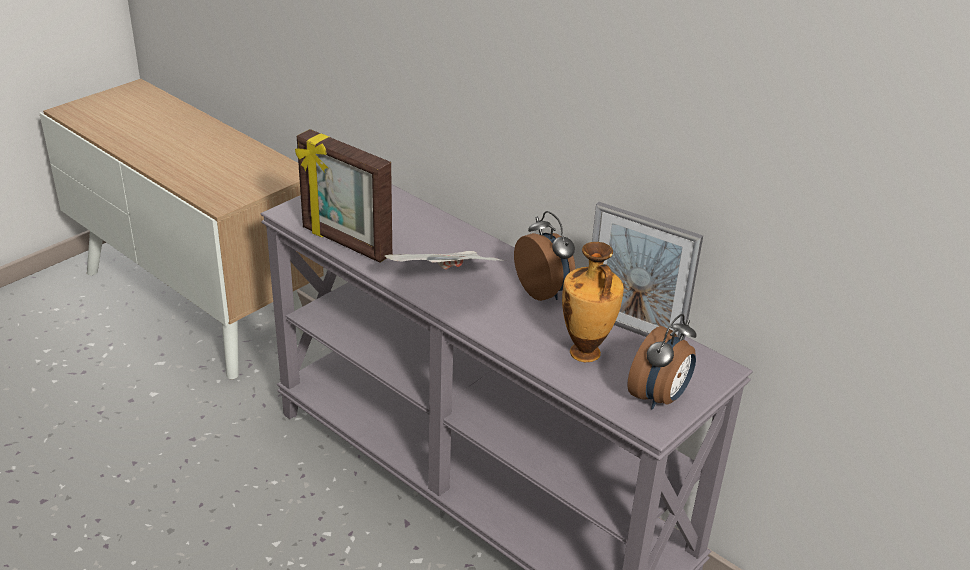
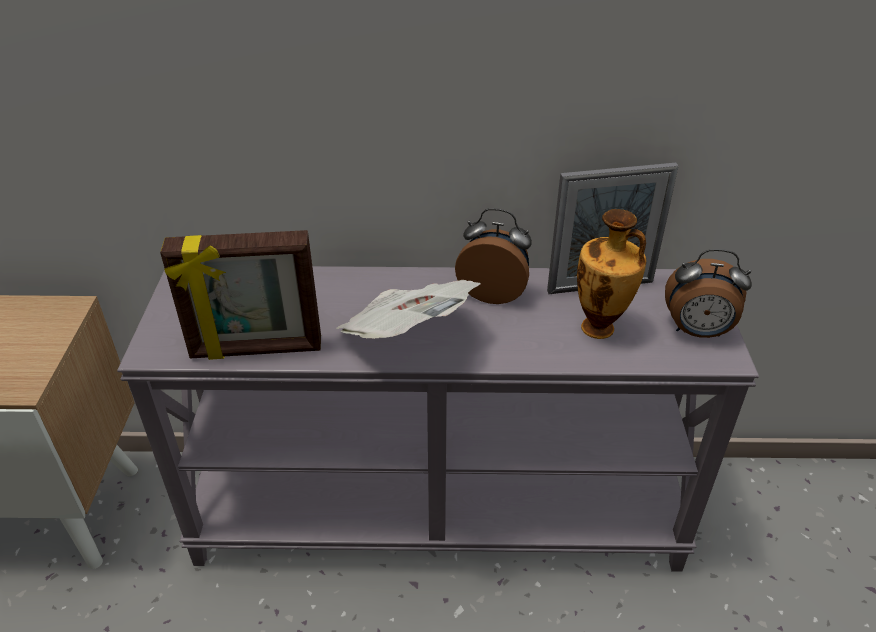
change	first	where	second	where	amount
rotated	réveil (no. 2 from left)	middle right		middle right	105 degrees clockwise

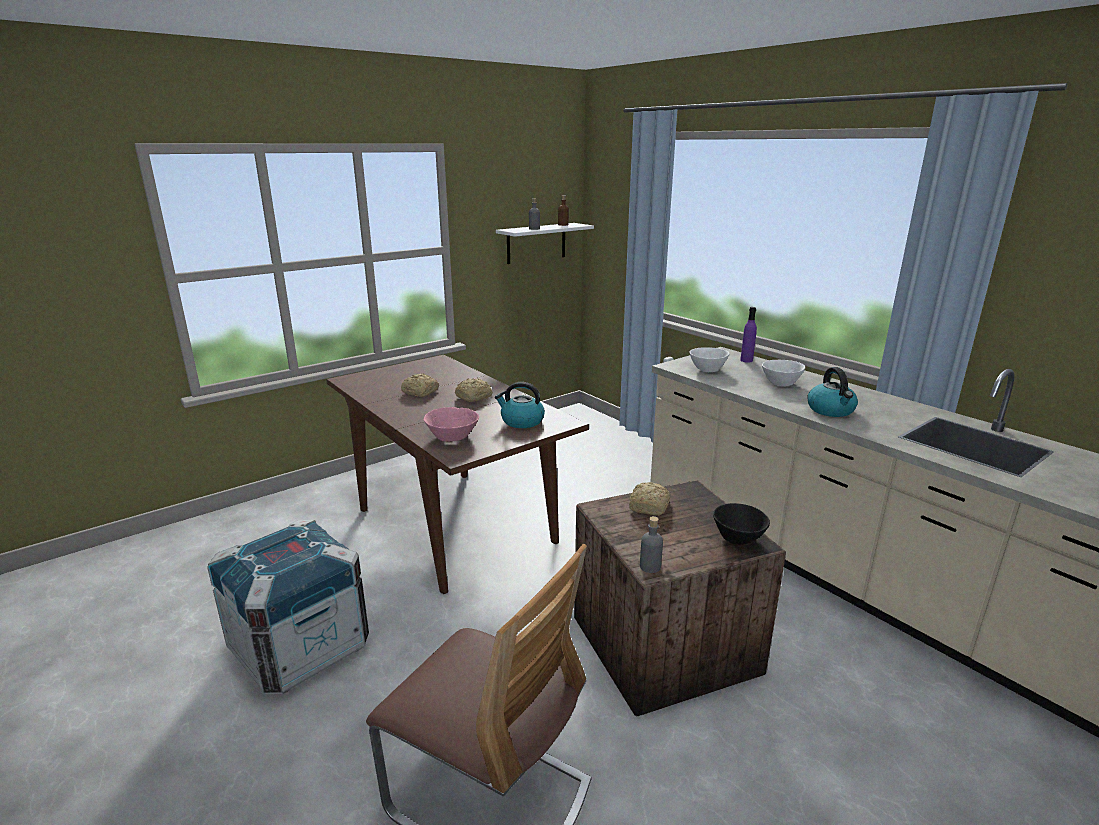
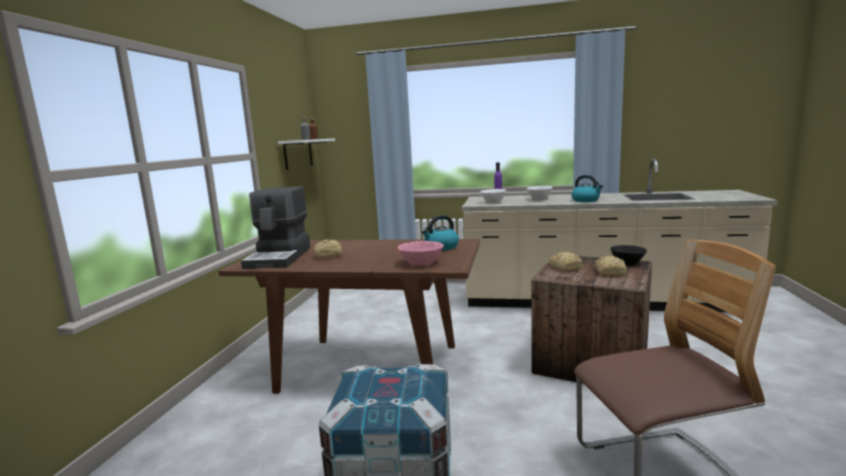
change	first	where	second	where	amount
gone	bouteille (gris) (no. 2 from left)	centre			
new			machine à café	middle left	
shifted	pain (no. 2 from left in the first image)	centre	pain (no. 3 from left)	middle right	

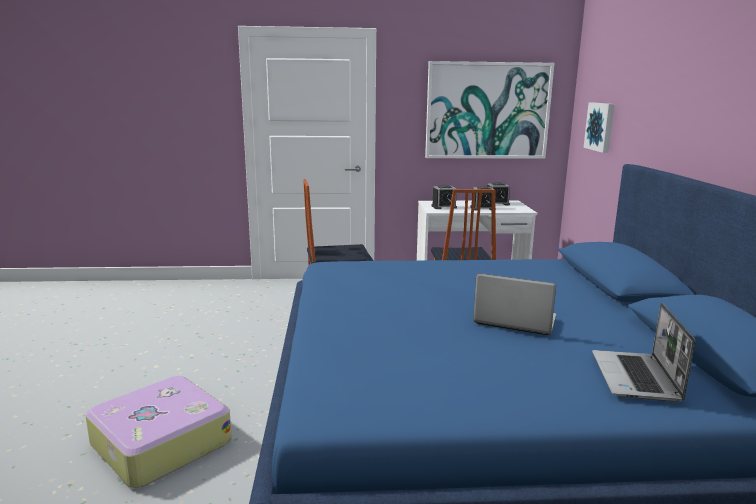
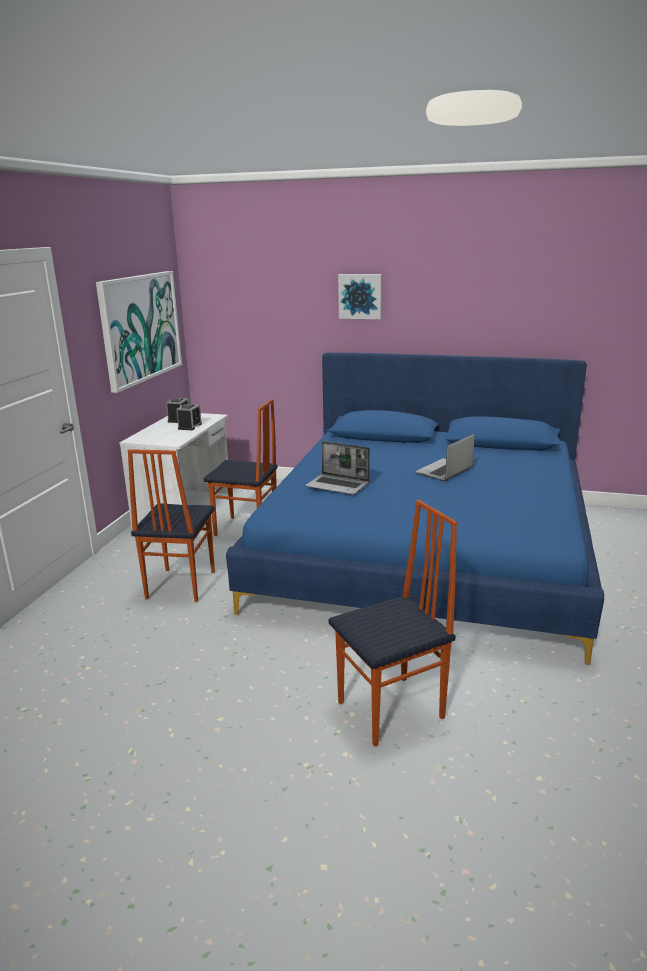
change	first	where	second	where	amount
gone	réveil (no. 1 from left)	centre			
shifted	tableau (no. 2 from left)	top right		top centre	
shifted	ordinateur portable (no. 2 from left in the first image)	bottom right	ordinateur portable (no. 1 from left)	centre	
swapped	valise	bottom left	chaise (no. 3 from left)	centre	

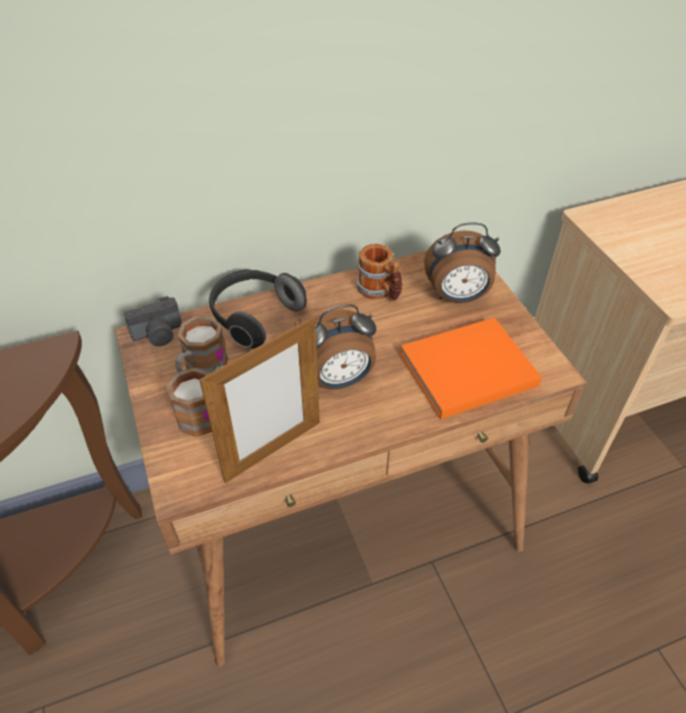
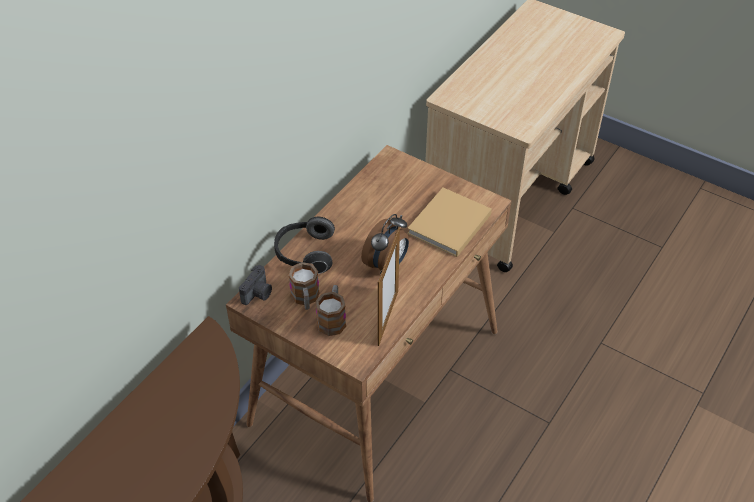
change	first	where	second	where	amount
gone	mug (no. 3 from left)	centre			
gone	réveil (no. 2 from left)	middle right			
repainted	livre (orange)	middle right	livre (beige)	centre	

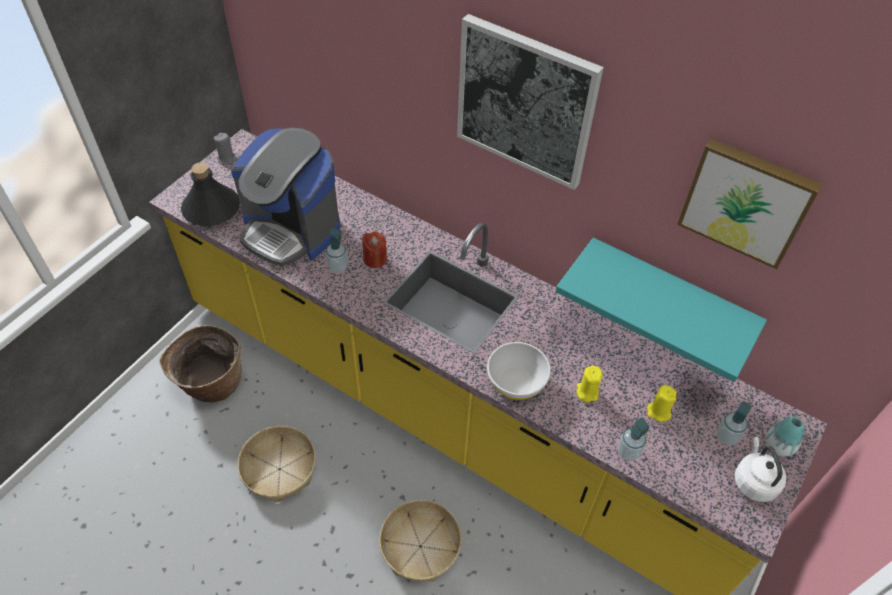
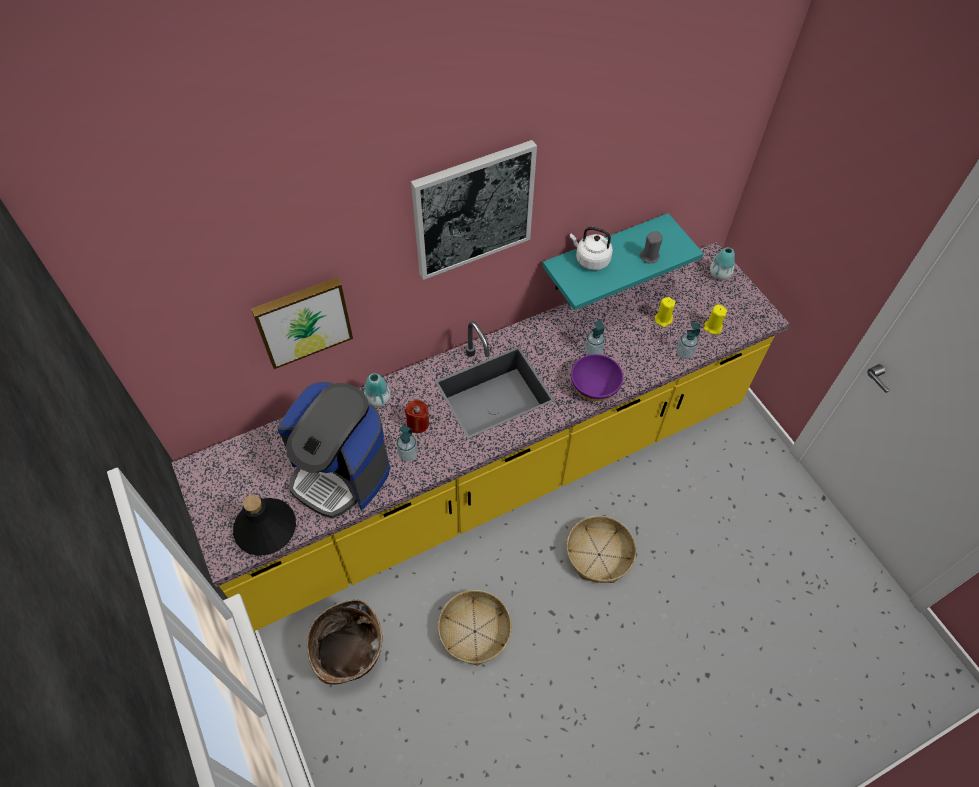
change	first	where	second	where	amount
new			vase (no. 1 from left)	centre	
shifted	bougie (gris)	top left		top centre	
shifted	bougie (jaune) (no. 1 from left in the first image)	centre	bougie (jaune) (no. 2 from left)	middle right	
shifted	tableau (no. 2 from left in the first image)	middle right	tableau (no. 1 from left)	middle left	
shifted	distributeur de savon (no. 3 from left in the first image)	bottom right	distributeur de savon (no. 2 from left)	centre	
shifted	bouilloire (blanc)	bottom right		top centre	
repainted	bol (blanc)	centre	bol (violet)	centre	
rotated	machine à café	top left		centre	60 degrees clockwise

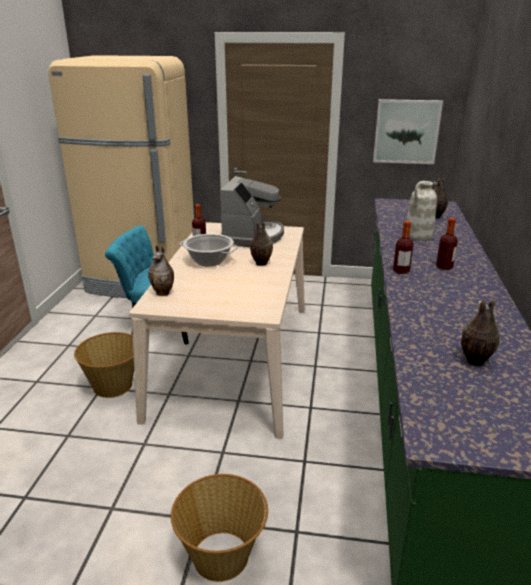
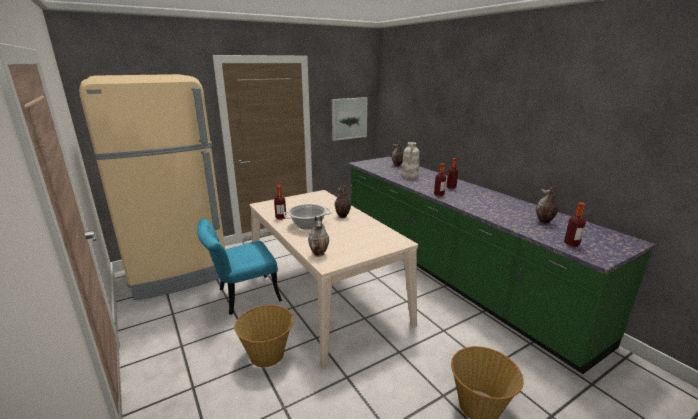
change	first	where	second	where	amount
gone	machine à café	centre			
new			bouteille (no. 4 from left)	middle right	

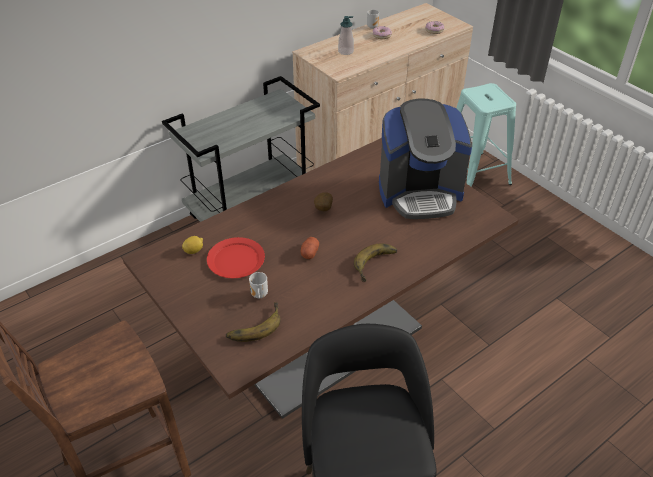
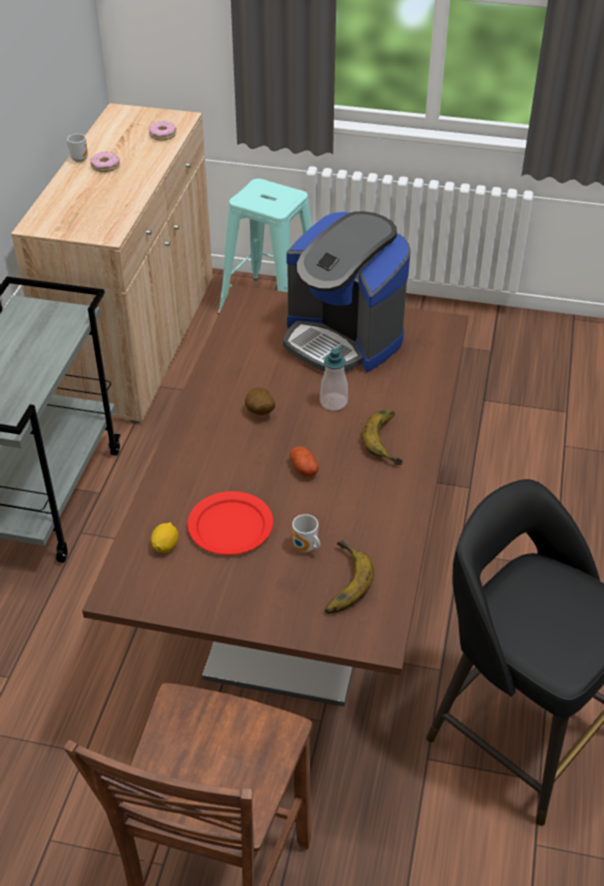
change	first	where	second	where	amount
shifted	distributeur de savon	top centre		centre	
rotated	machine à café	centre		top centre	90 degrees clockwise

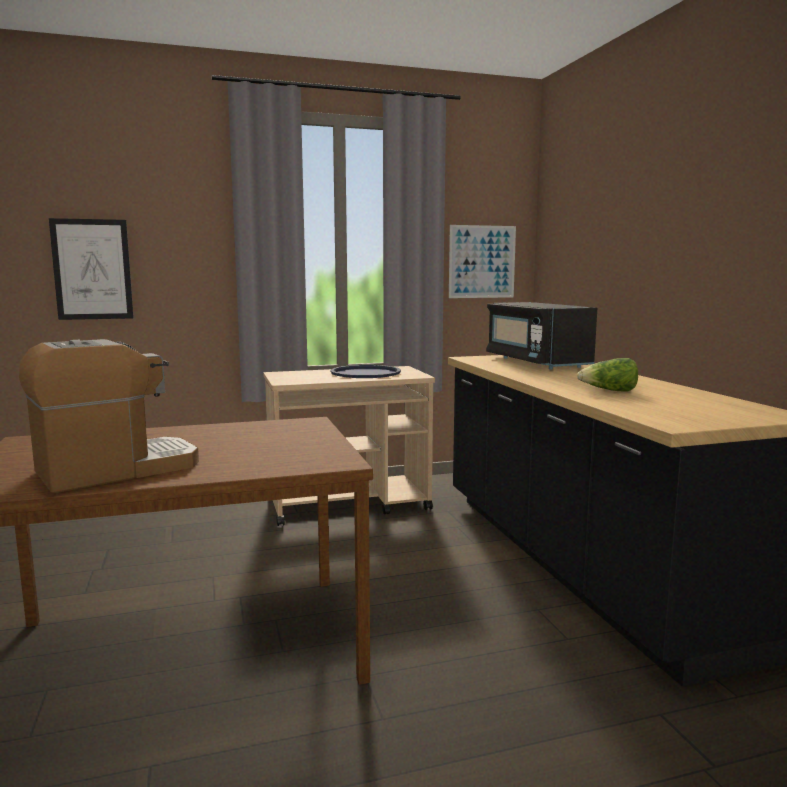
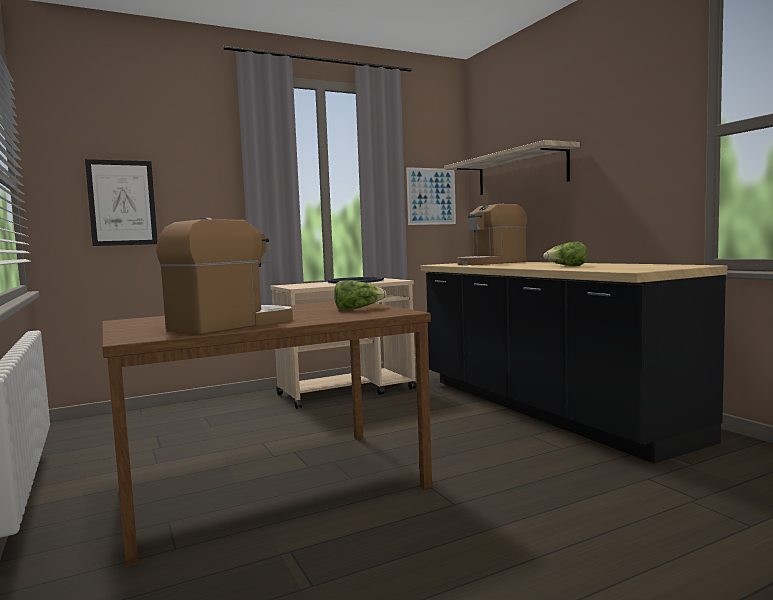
change	first	where	second	where	amount
new			laitue (no. 1 from left)	centre	
new			étagère	top centre	
swapped	micro-ondes (noir)	middle right	machine à café (no. 2 from left)	centre	

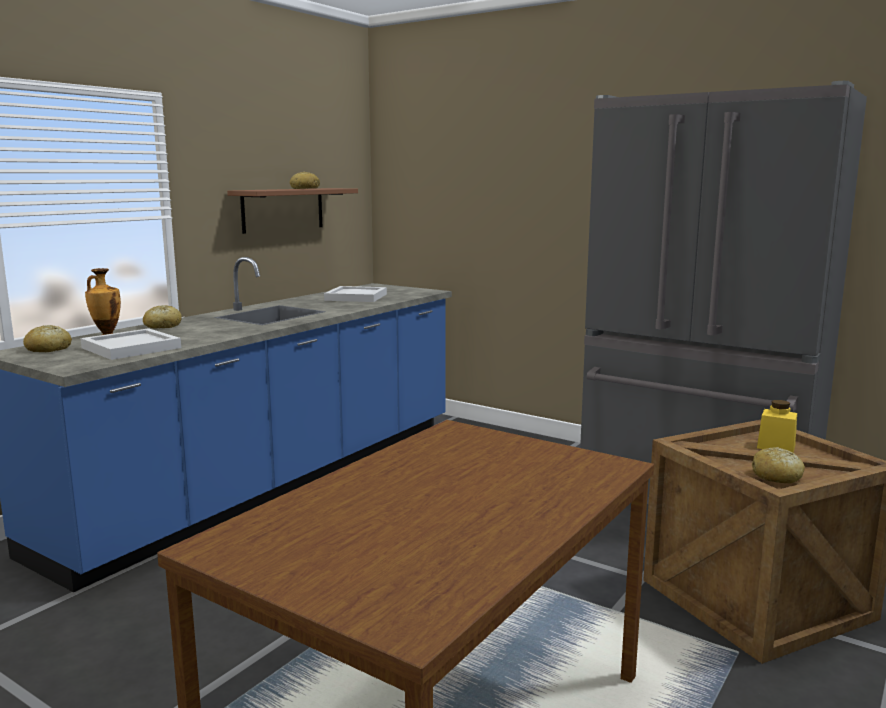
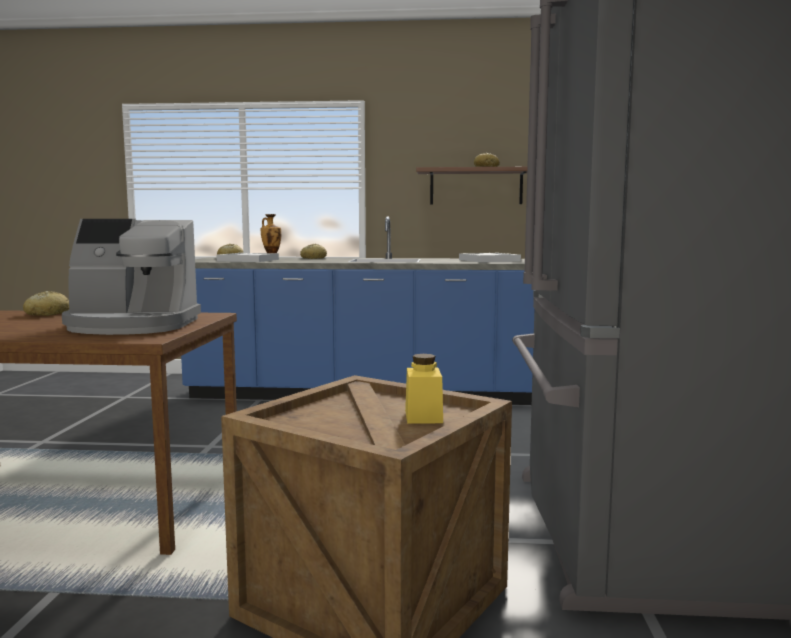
change	first	where	second	where	amount
new			machine à café	middle left	
shifted	pain (no. 4 from left in the first image)	middle right	pain (no. 1 from left)	middle left	

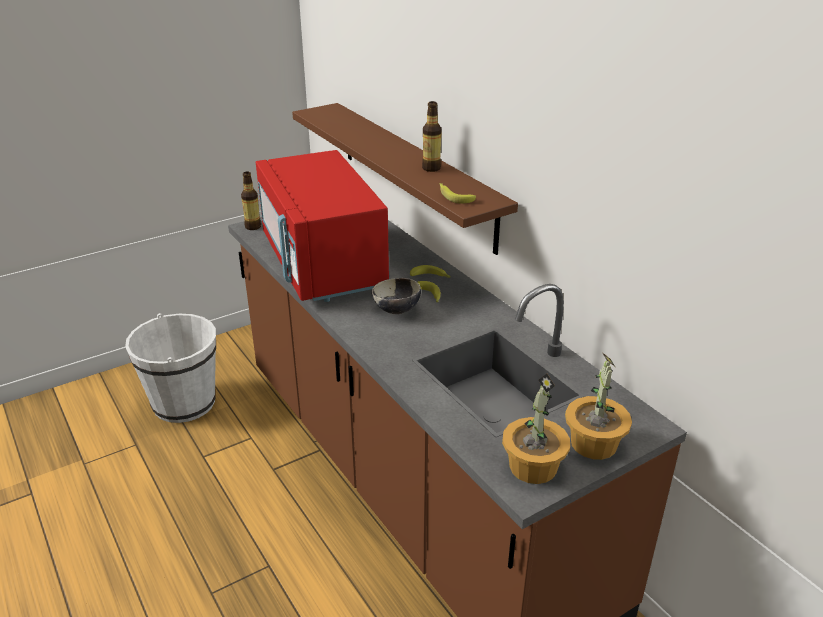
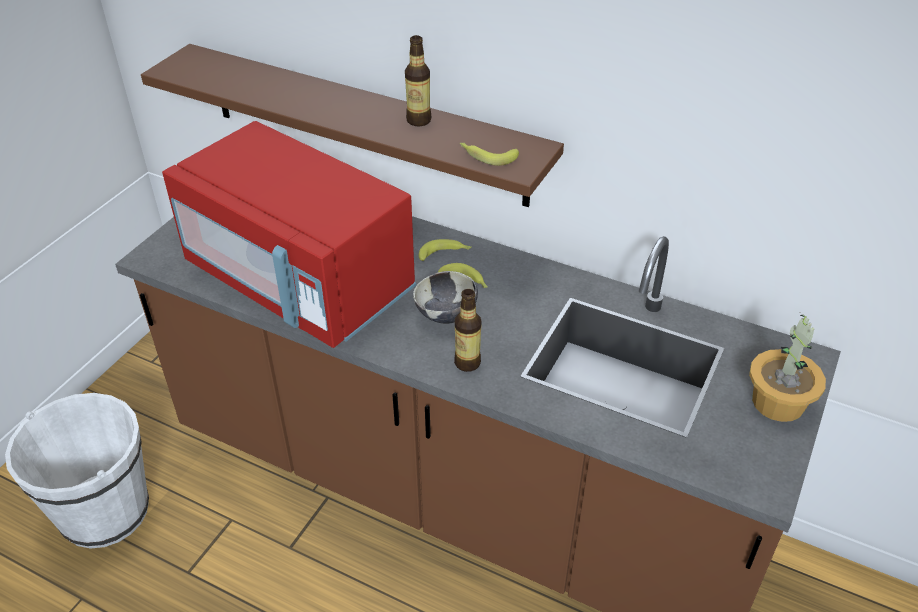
change	first	where	second	where	amount
gone	plante en pot (no. 1 from left)	bottom centre			
shifted	bouteille (no. 1 from left in the first image)	top left	bouteille (no. 2 from left)	centre	

